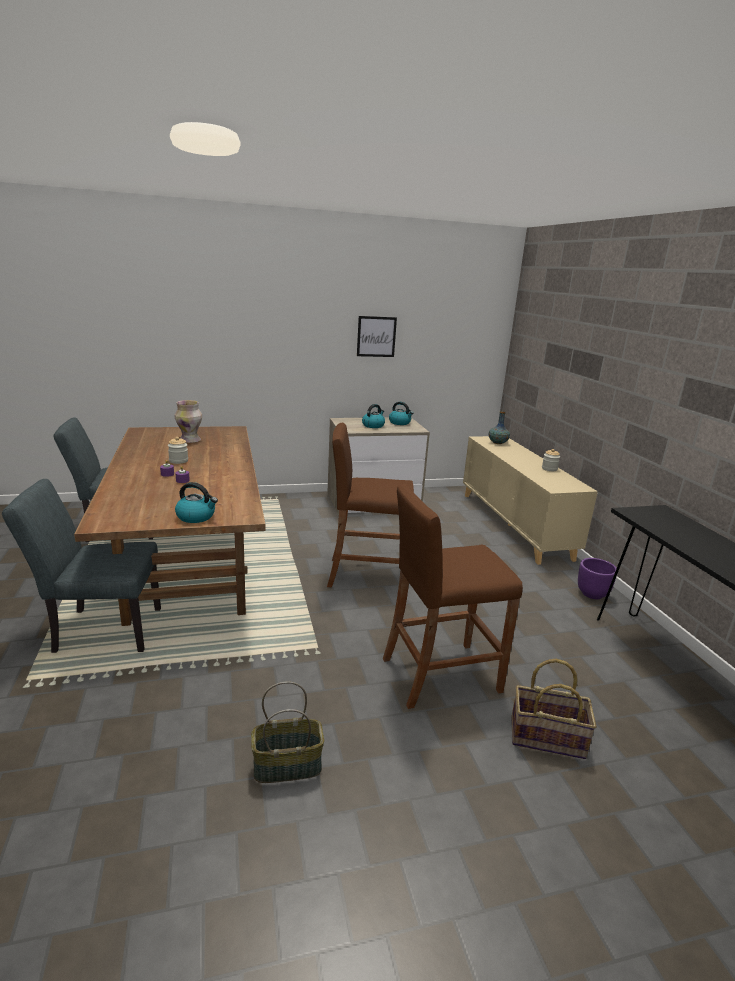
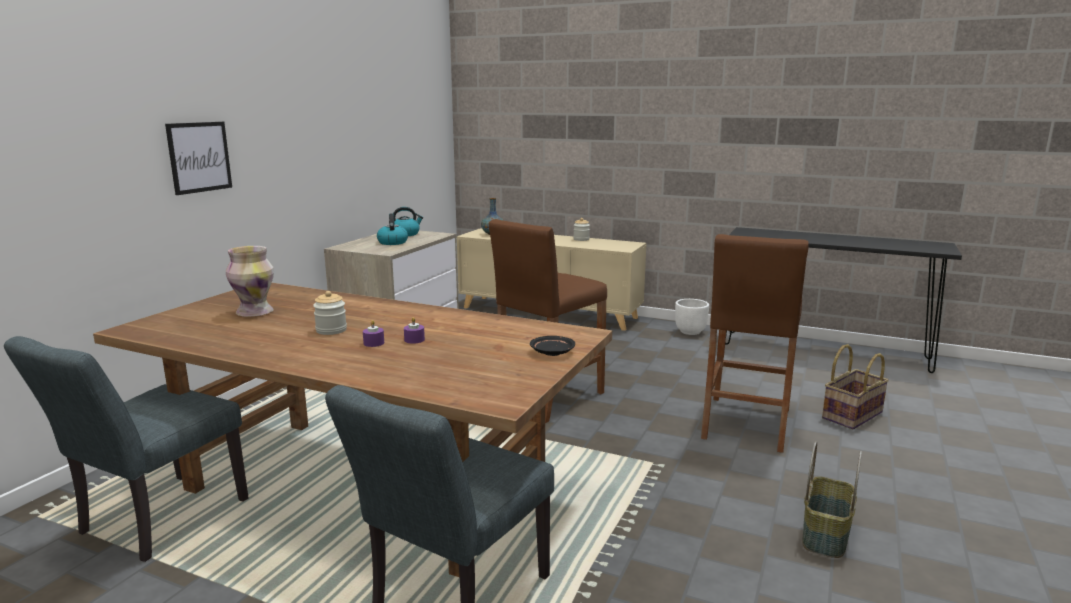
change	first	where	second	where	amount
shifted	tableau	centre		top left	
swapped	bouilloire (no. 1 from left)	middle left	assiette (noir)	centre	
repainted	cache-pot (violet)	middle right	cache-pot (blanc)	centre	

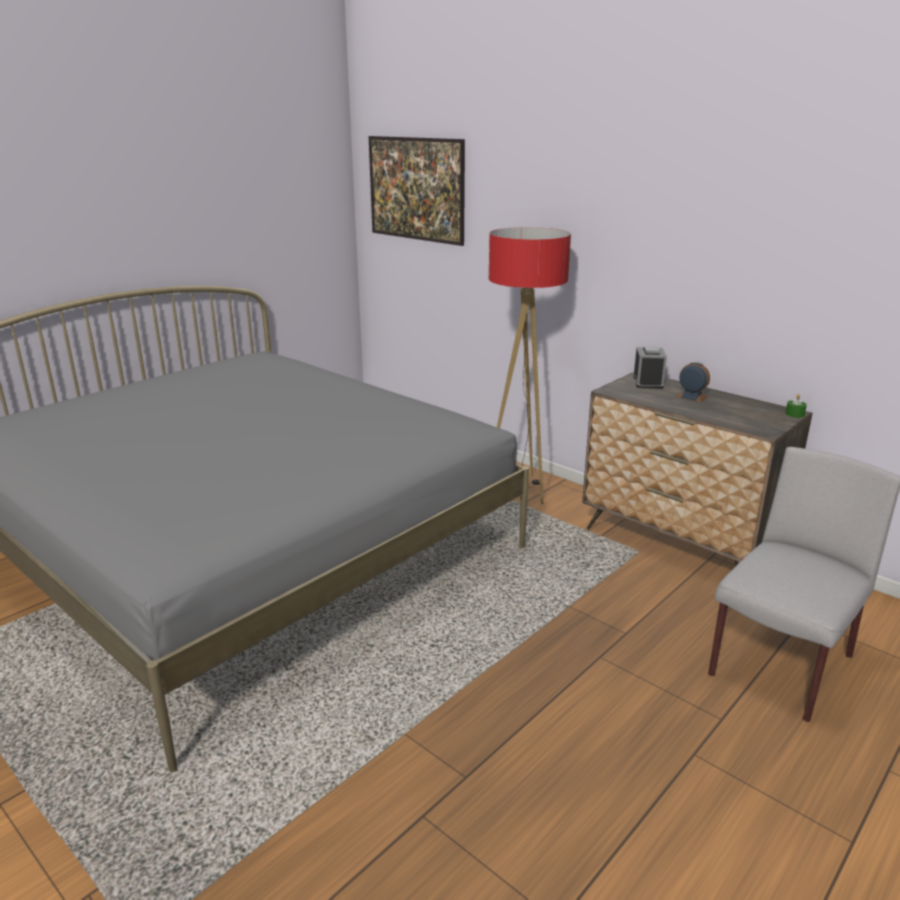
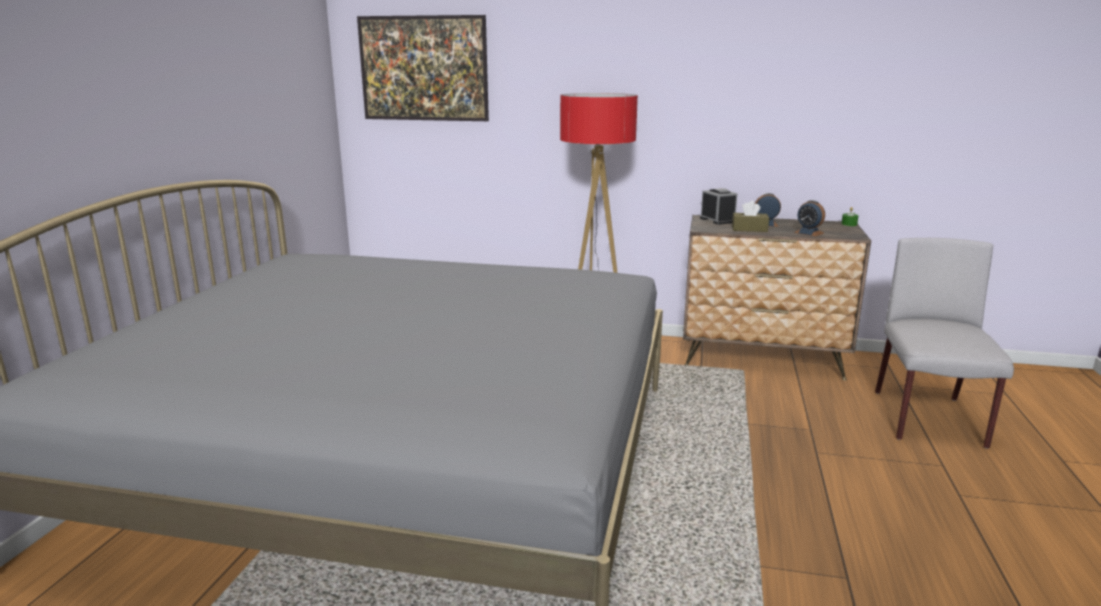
change	first	where	second	where	amount
new			boîte à mouchoirs (marron)	middle right	
new			réveil (no. 3 from left)	middle right	

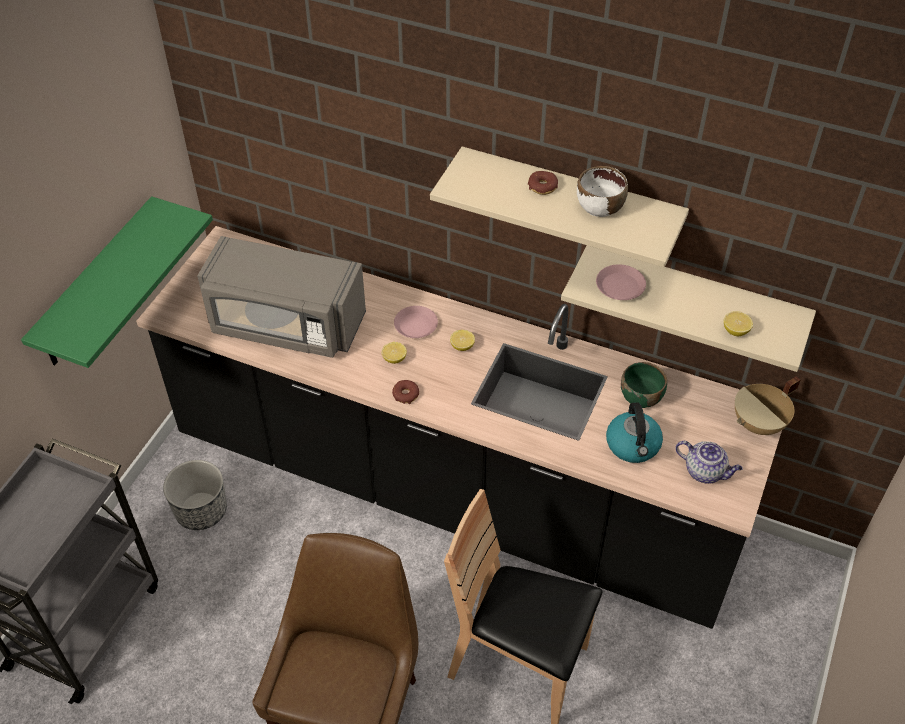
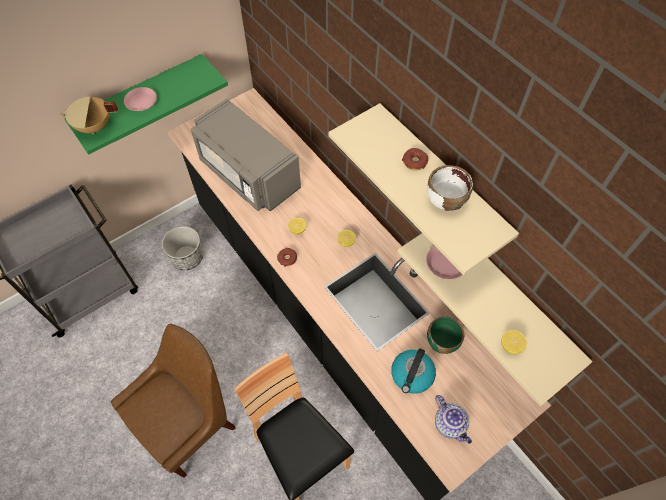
change	first	where	second	where	amount
shifted	assiette (rose) (no. 1 from left)	centre		top left	
shifted	marmite (beige)	middle right		top left	

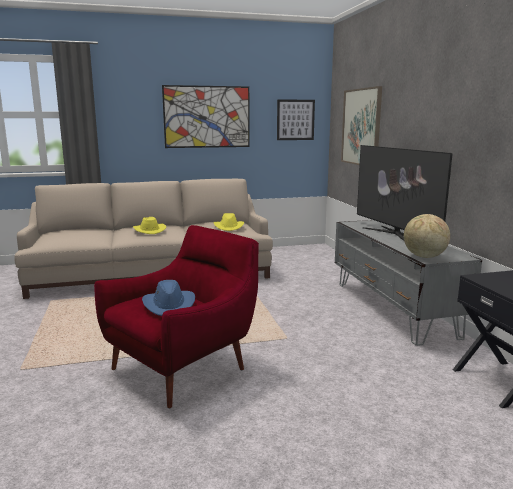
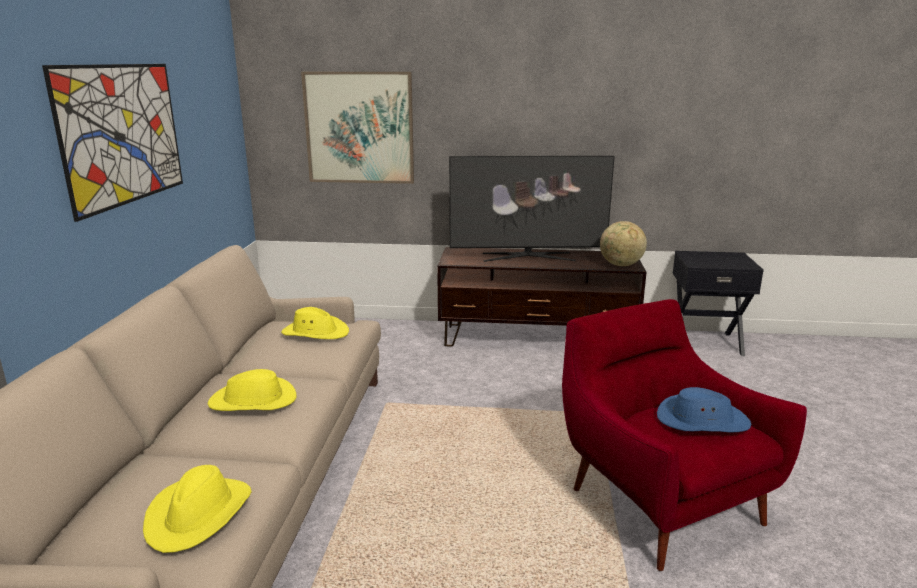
change	first	where	second	where	amount
gone	tableau (no. 2 from left)	top centre			
new			chapeau (jaune) (no. 1 from left)	bottom left	
repainted	meuble télé (gris)	middle right	meuble télé (marron)	centre	

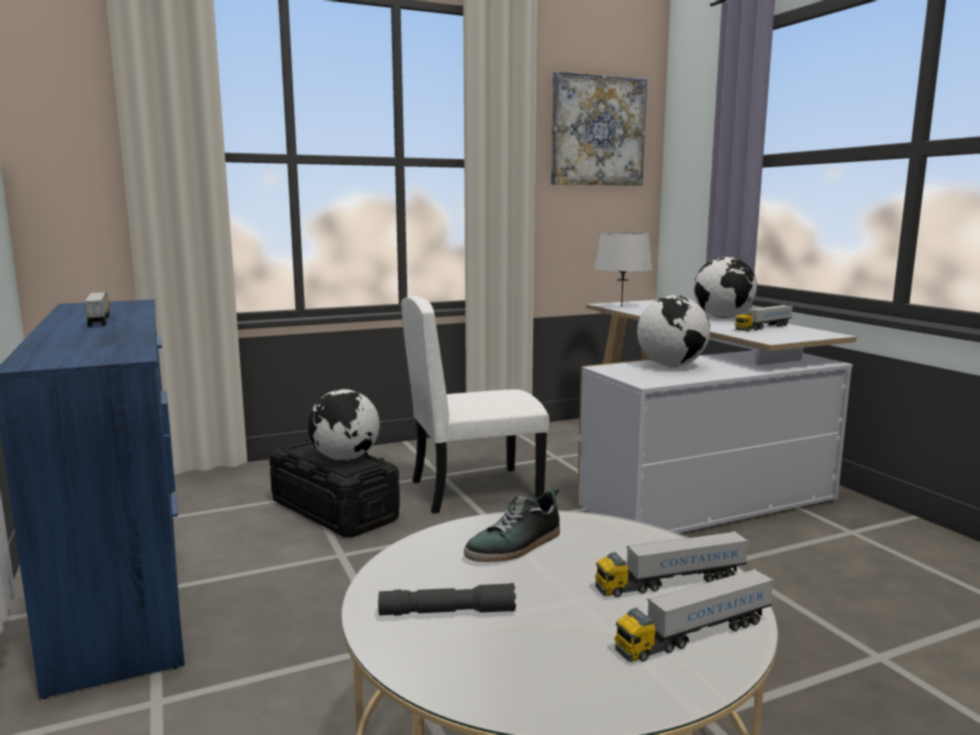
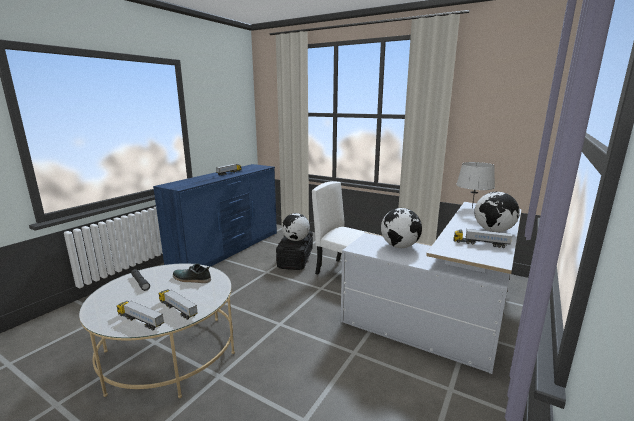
change	first	where	second	where	amount
gone	tableau	top centre			

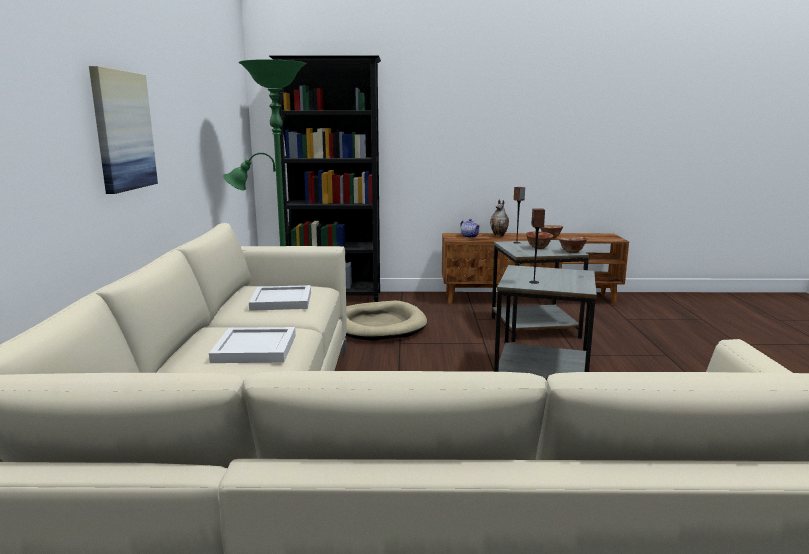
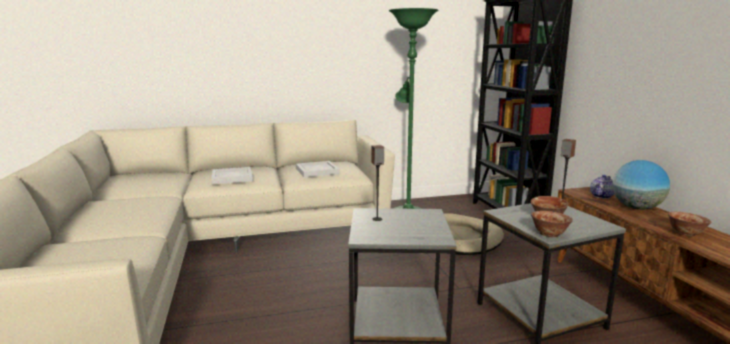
change	first	where	second	where	amount
gone	tableau	top left			
swapped	vase	centre	globe	middle right	

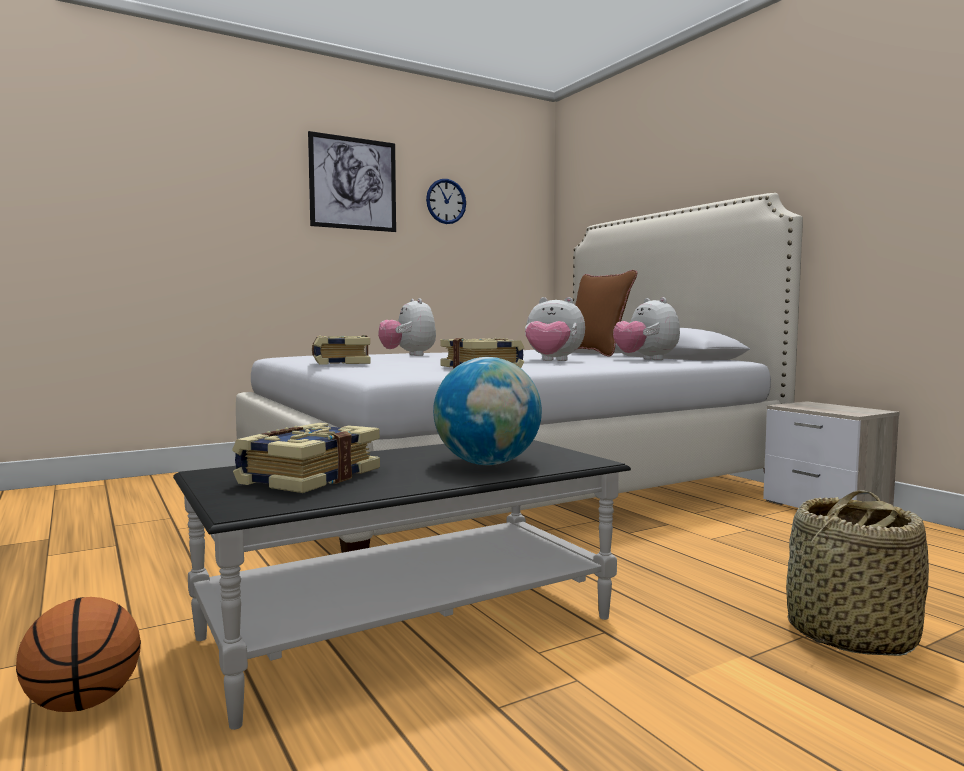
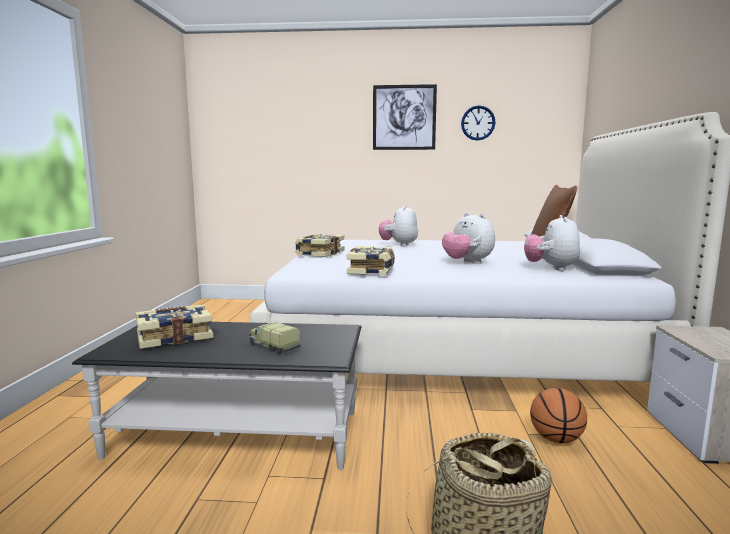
change	first	where	second	where	amount
shifted	ballon de basket	bottom left		bottom right	
swapped	globe	centre	camion jouet	centre	

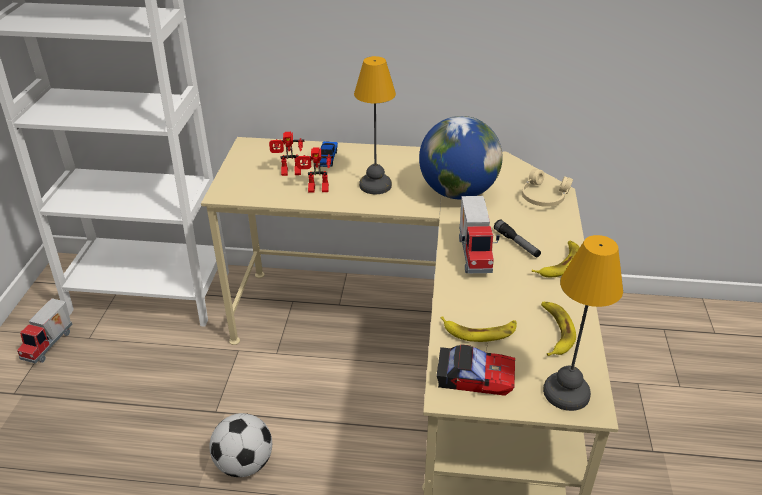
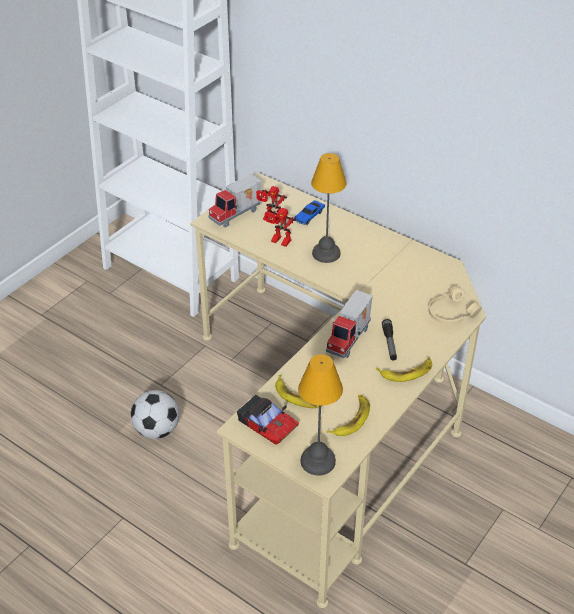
change	first	where	second	where	amount
gone	globe	top centre			
shifted	camion jouet (no. 1 from left)	bottom left		top centre	

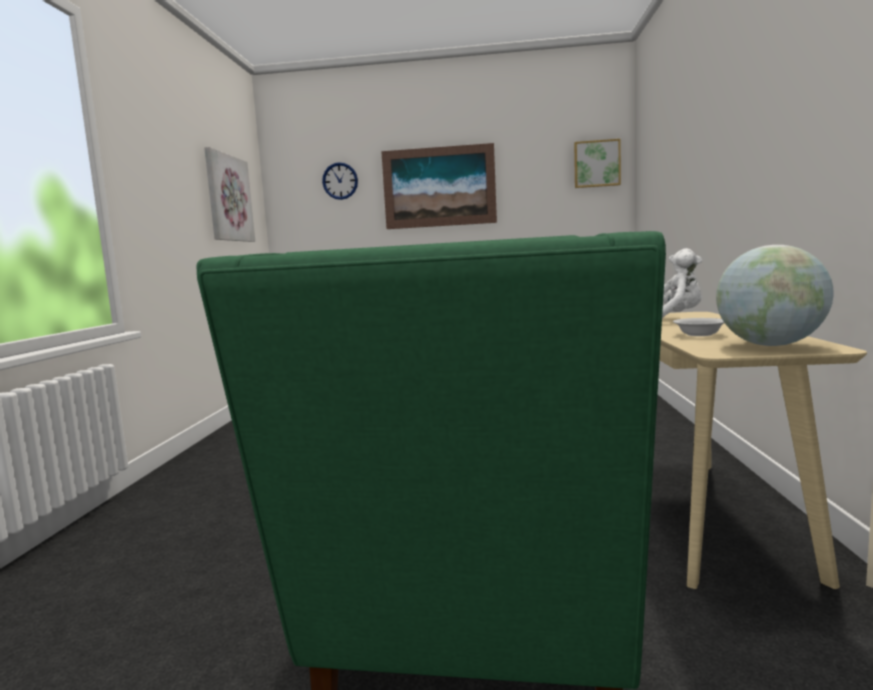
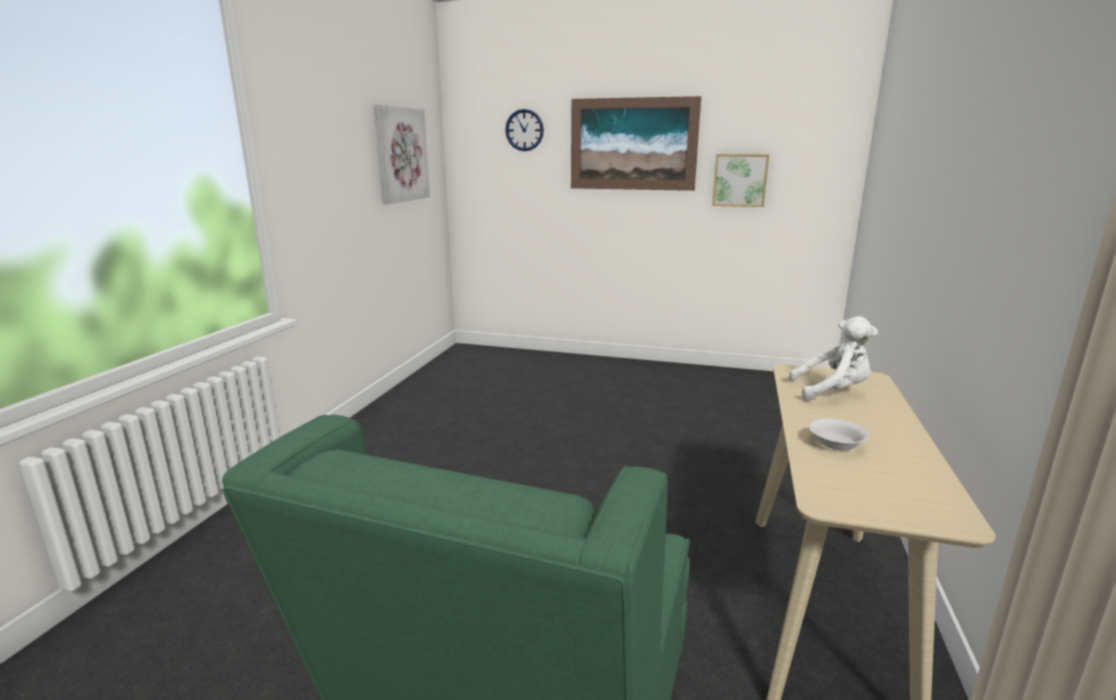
change	first	where	second	where	amount
gone	globe	middle right			
shifted	tableau (no. 3 from left)	top right		top centre	

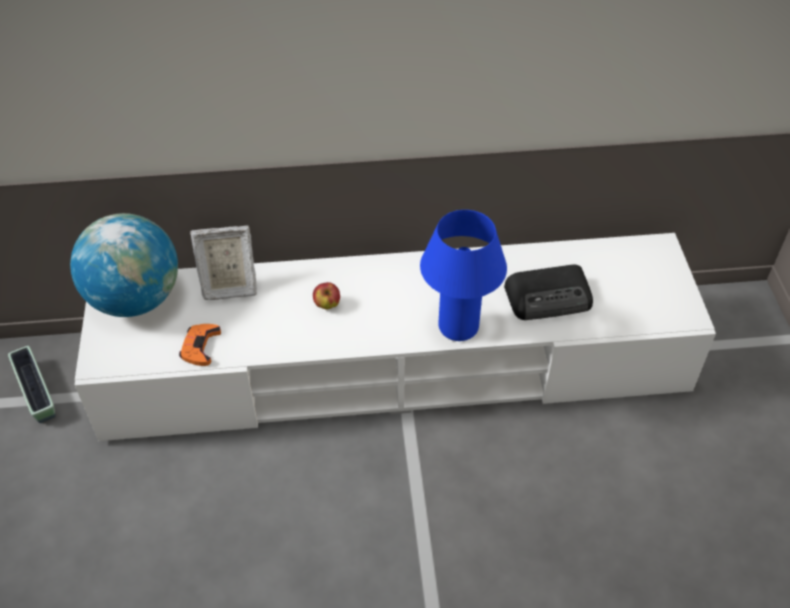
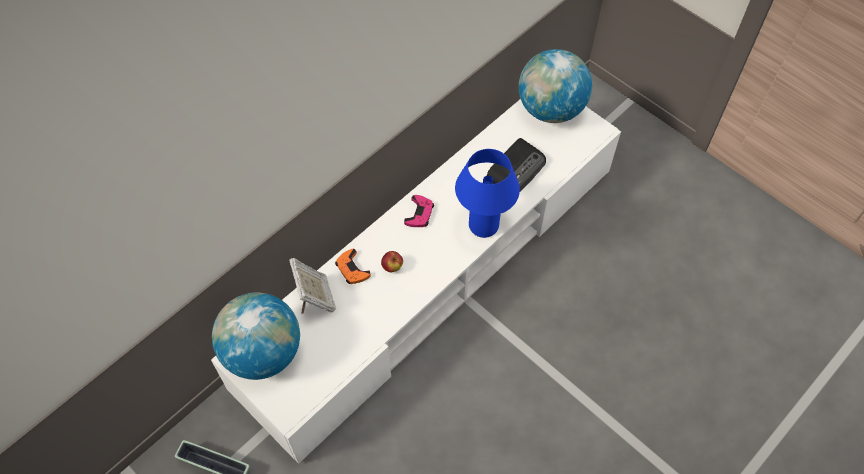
change	first	where	second	where	amount
new			manette (rose)	centre	
new			globe (no. 2 from left)	top centre	
shifted	manette (orange)	middle left		centre	
rotated	cadre photo	middle left		centre	60 degrees counterclockwise

